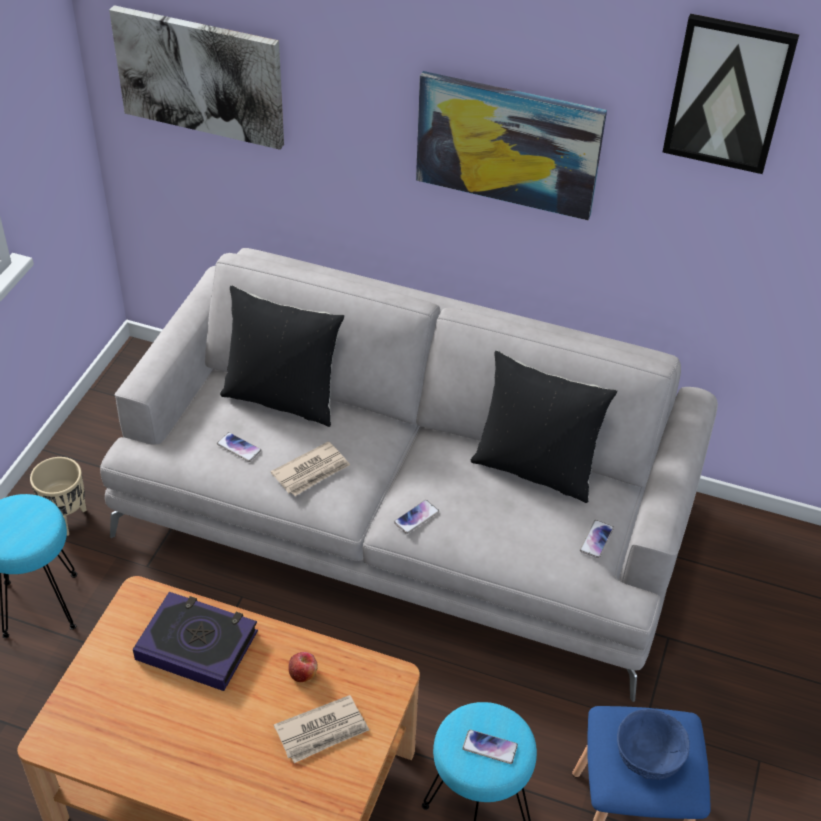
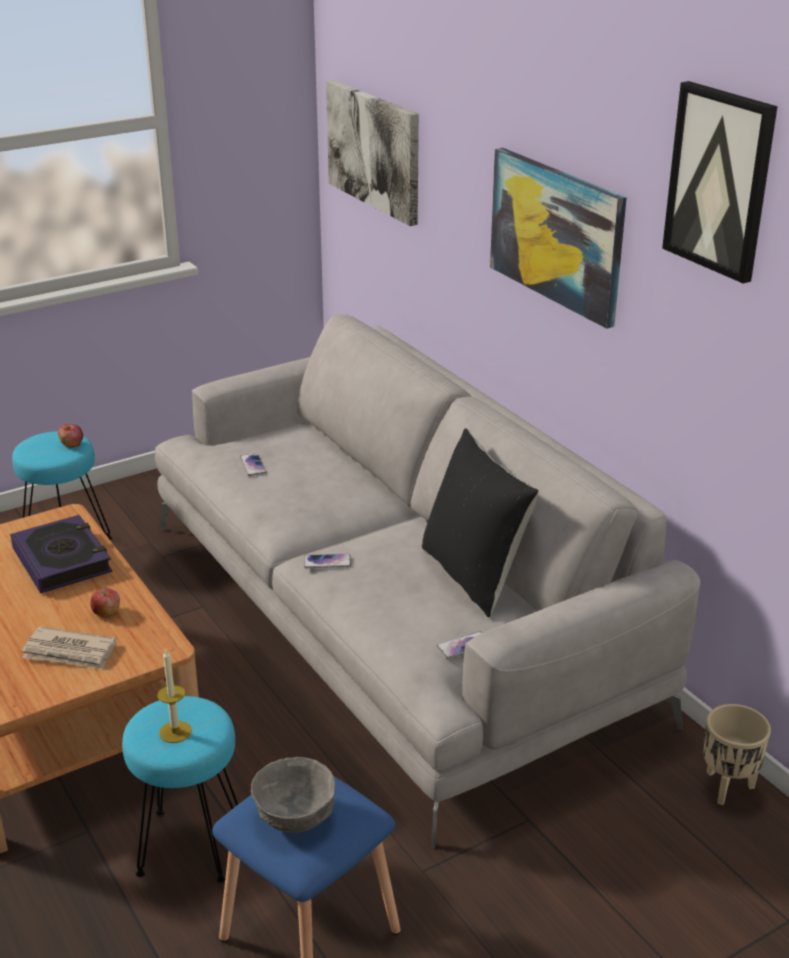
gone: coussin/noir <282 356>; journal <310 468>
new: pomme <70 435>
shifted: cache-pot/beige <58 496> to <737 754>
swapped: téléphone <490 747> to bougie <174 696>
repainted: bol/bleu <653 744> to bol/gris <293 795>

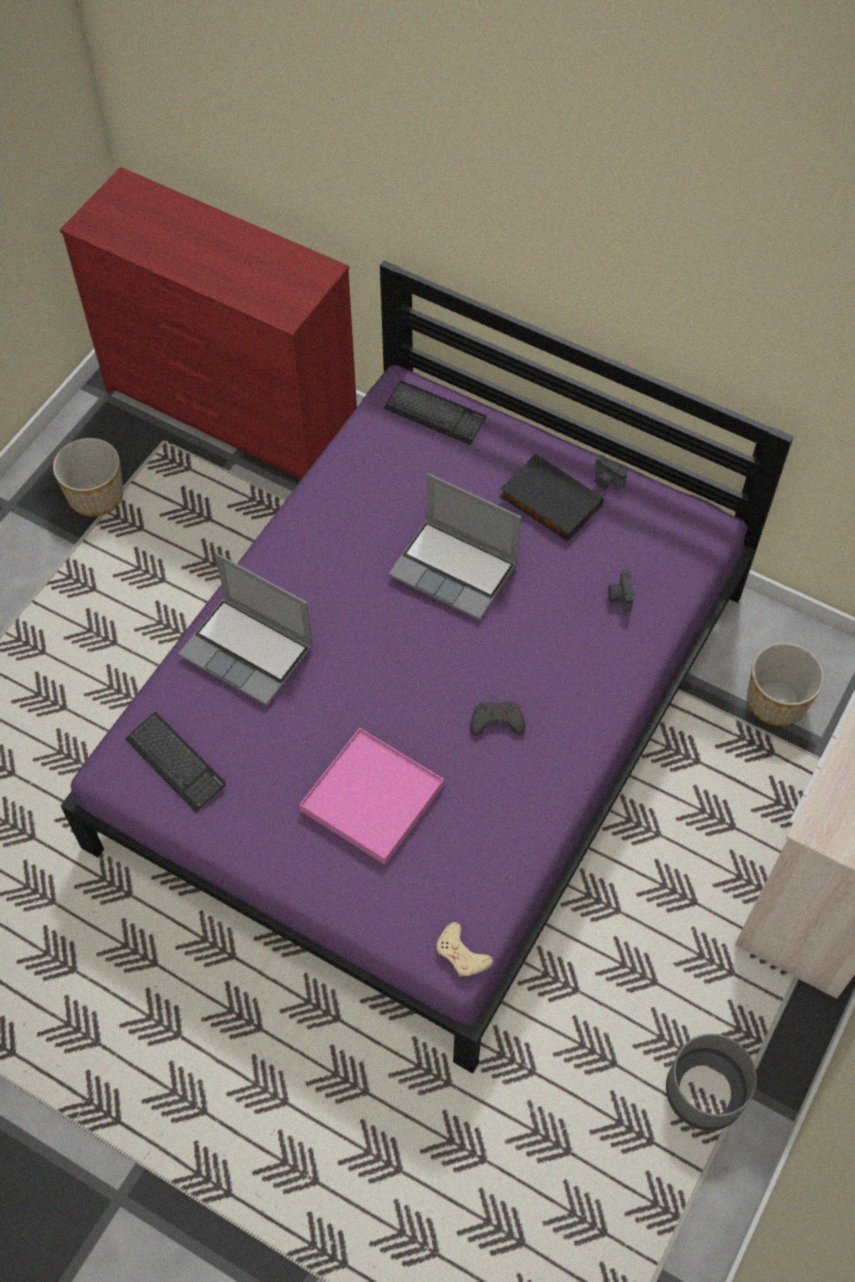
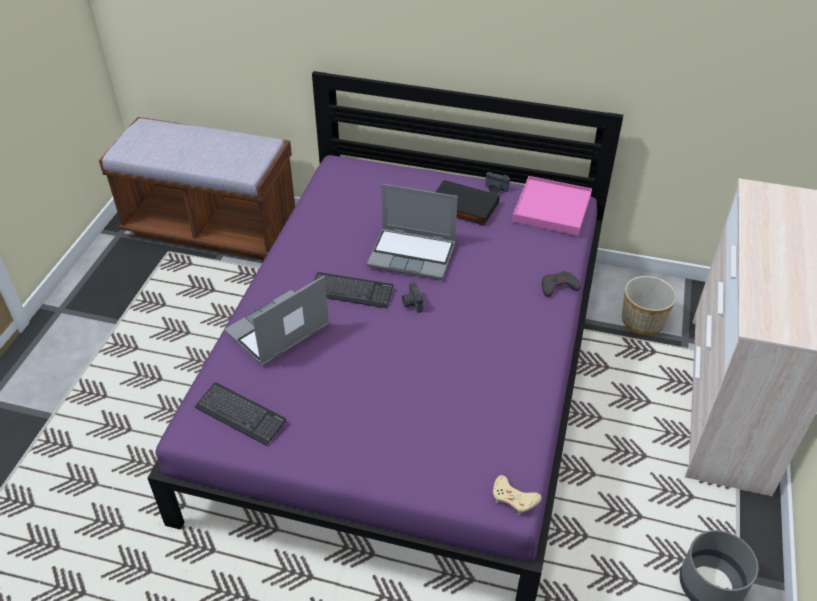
gone: cache-pot <88 477>
shifted: clavier <435 413> to <353 290>; appareil photo <621 591> to <412 297>; manette/gris <497 718> to <561 284>; plateau/rose <371 796> to <552 206>
swapped: commode/rouge <208 323> to banc/marron <197 188>
rotated: ordinateur portable <245 629> = <276 320> 120 degrees clockwise

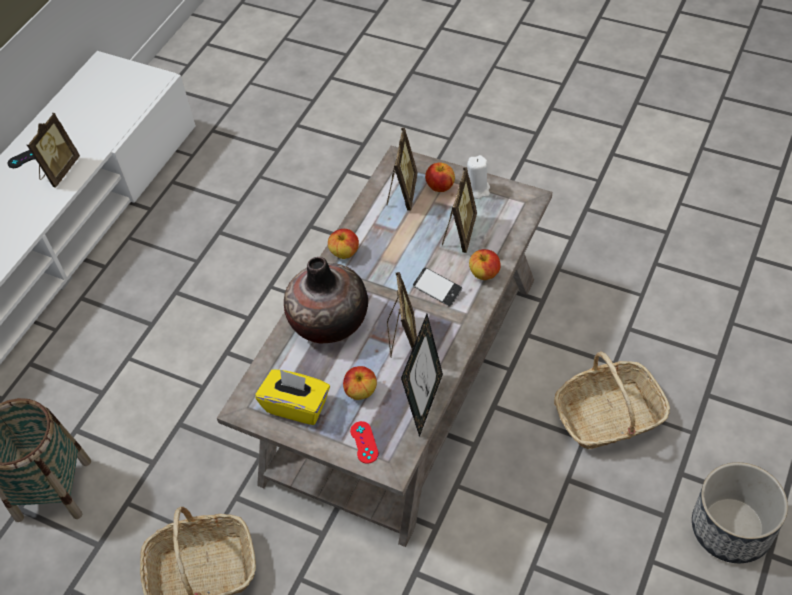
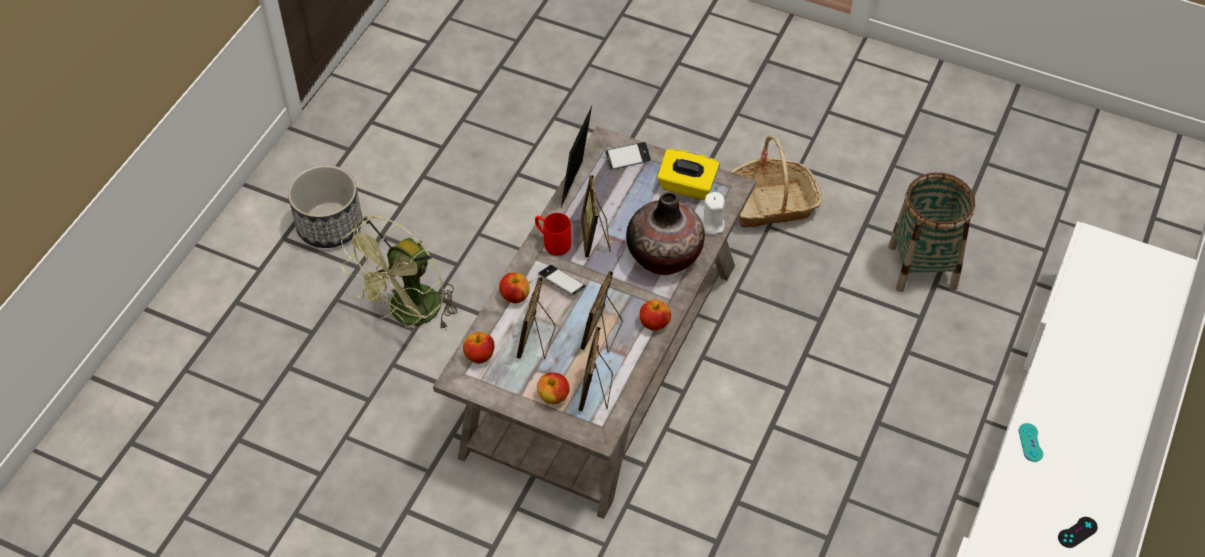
new: mug/rouge <553 234>; manette/turquoise <1031 442>
shifted: cadre photo <53 150> to <601 312>; bougie/blanc <478 177> to <712 213>; pomme <360 383> to <479 347>
swapped: panier <612 400> to ventilateur/vert <399 273>; manette/rouge <364 442> to téléphone <628 156>

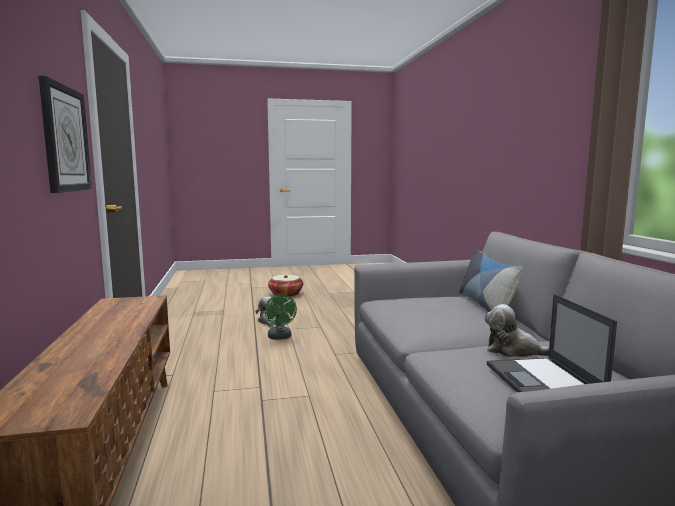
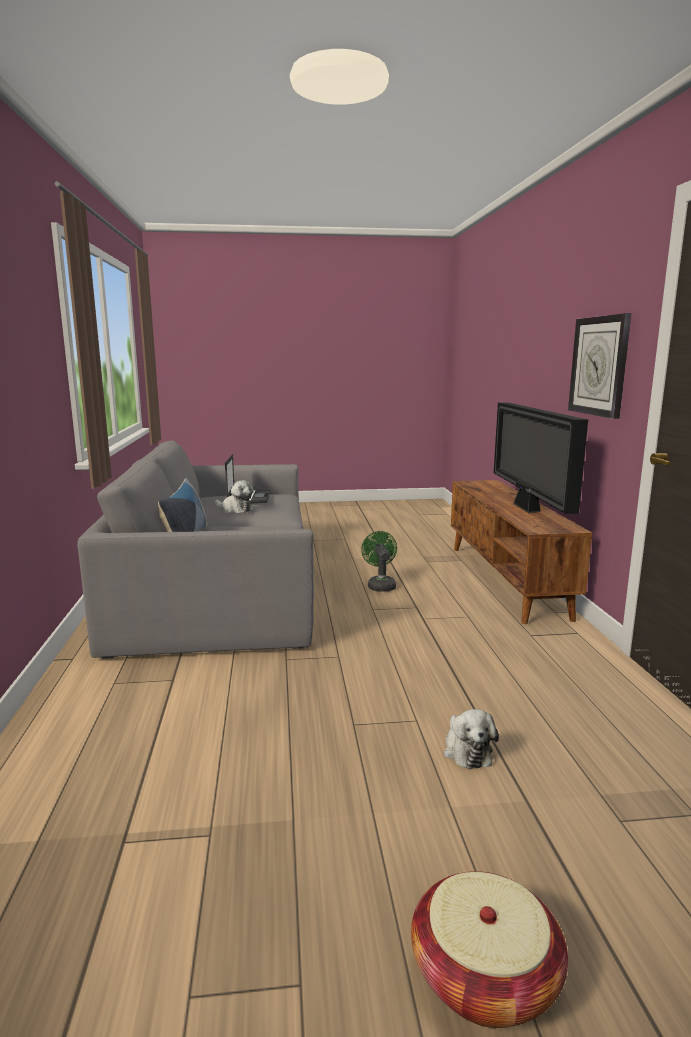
new: téléviseur <541 458>
shifted: ventilateur/vert <281 317> to <379 561>

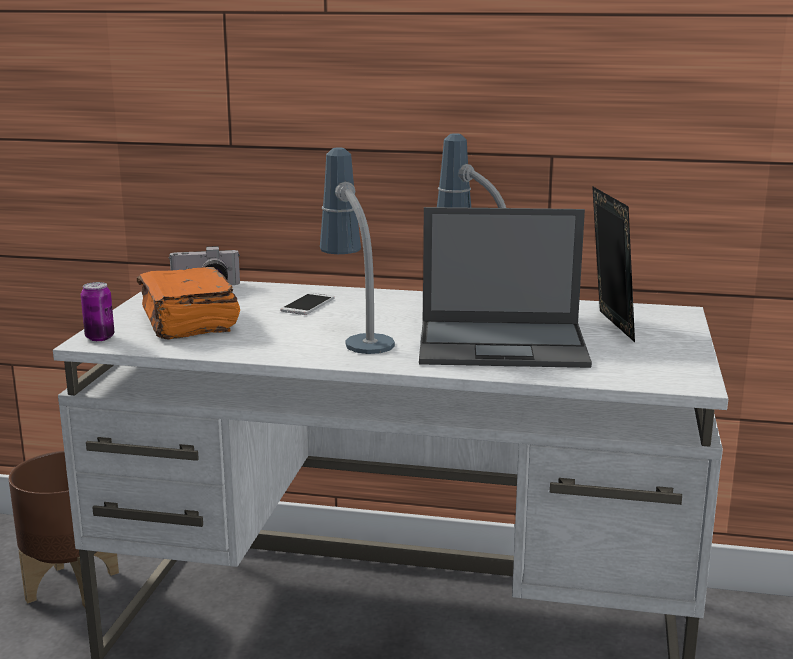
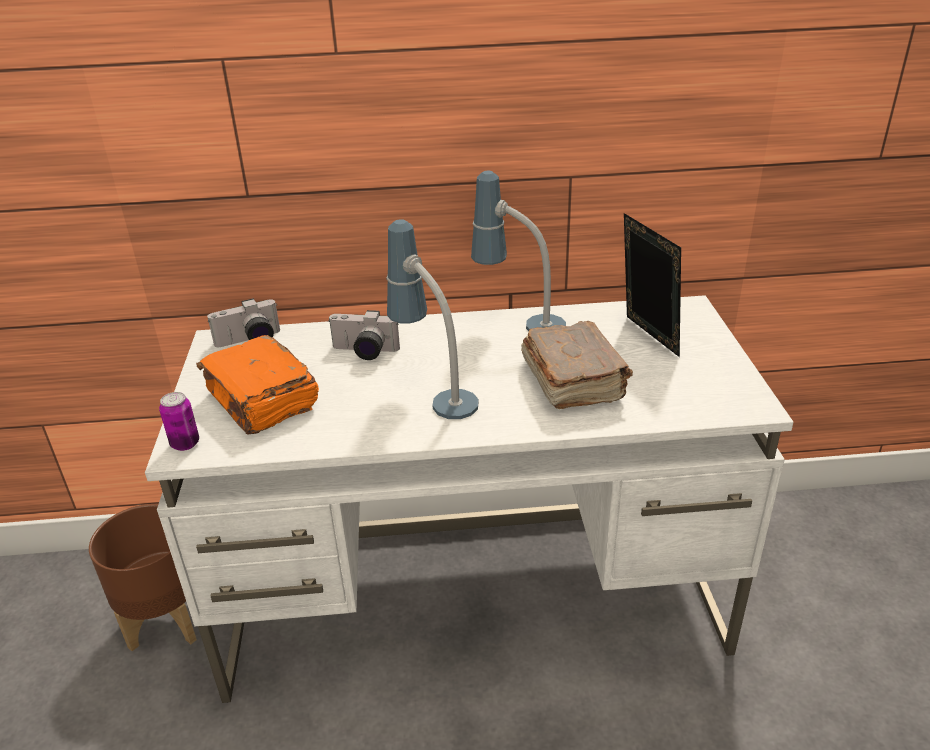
swapped: ordinateur portable <505 287> to livre/marron <577 365>; téléphone <307 304> to appareil photo <364 335>

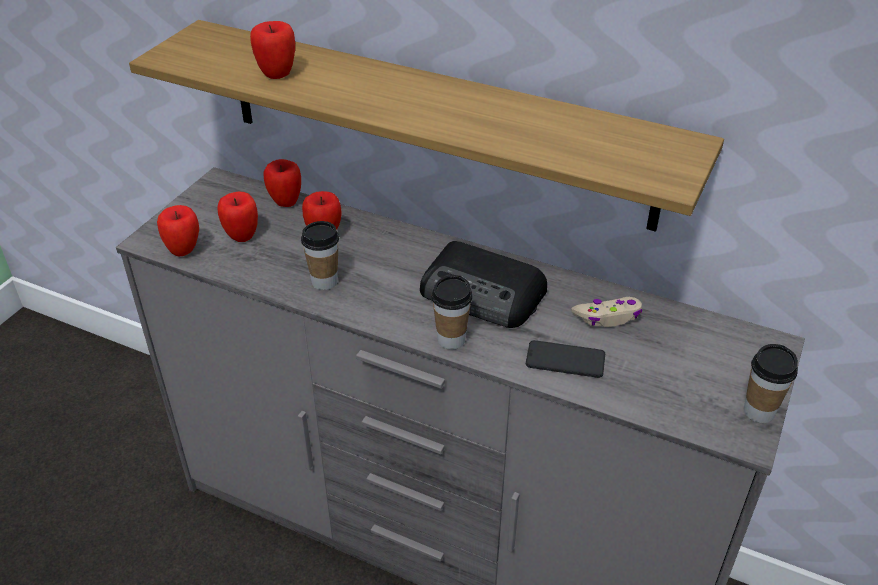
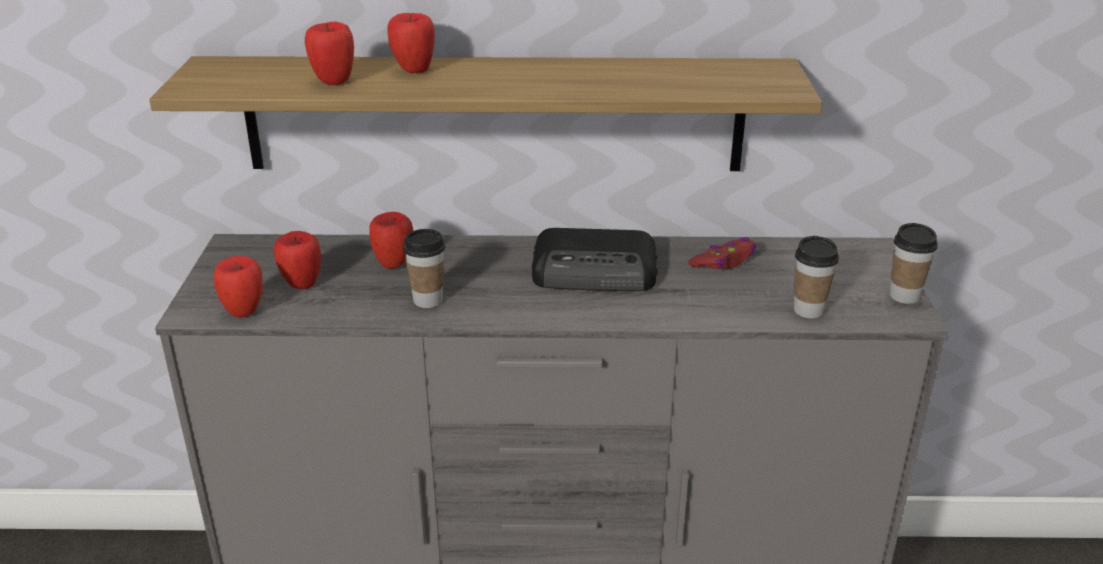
gone: téléphone <565 359>
shifted: pomme <282 183> to <411 43>; tasse <452 312> to <816 277>
repainted: manette/beige <606 312> to manette/rouge <722 253>

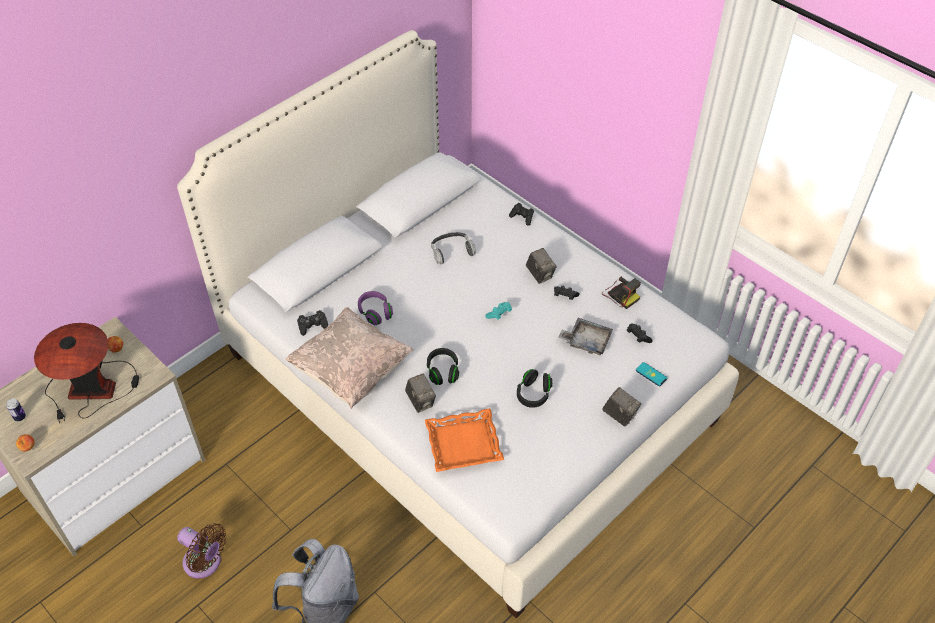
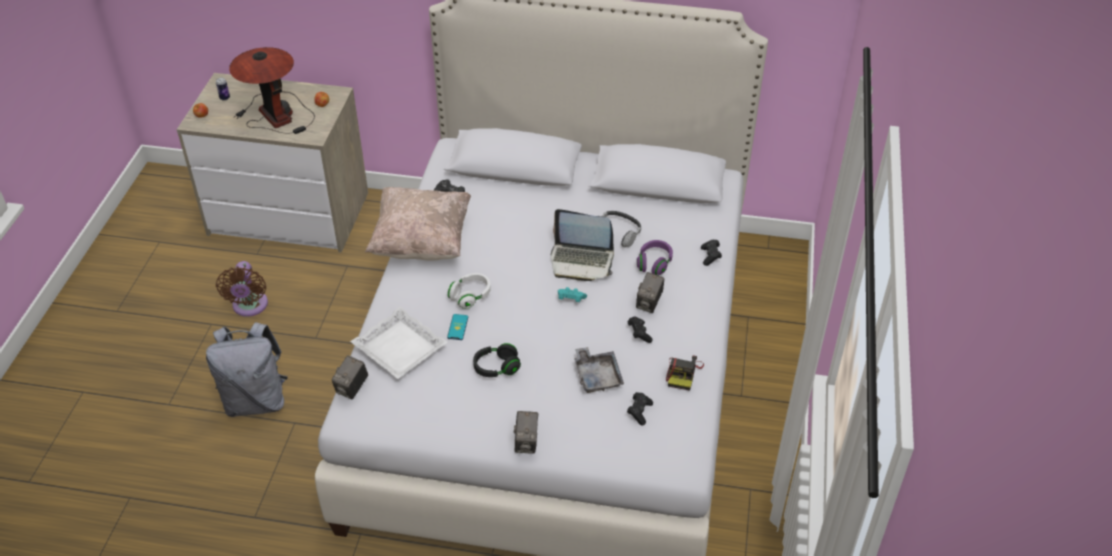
new: ordinateur portable <582 245>
shifted: casque audio/violet <375 308> to <655 258>; téléphone <651 374> to <457 327>; appareil photo <420 393> to <350 377>
repainted: casque audio/noir <443 366> to casque audio/blanc <469 291>; plateau/orange <464 440> to plateau/blanc <399 343>

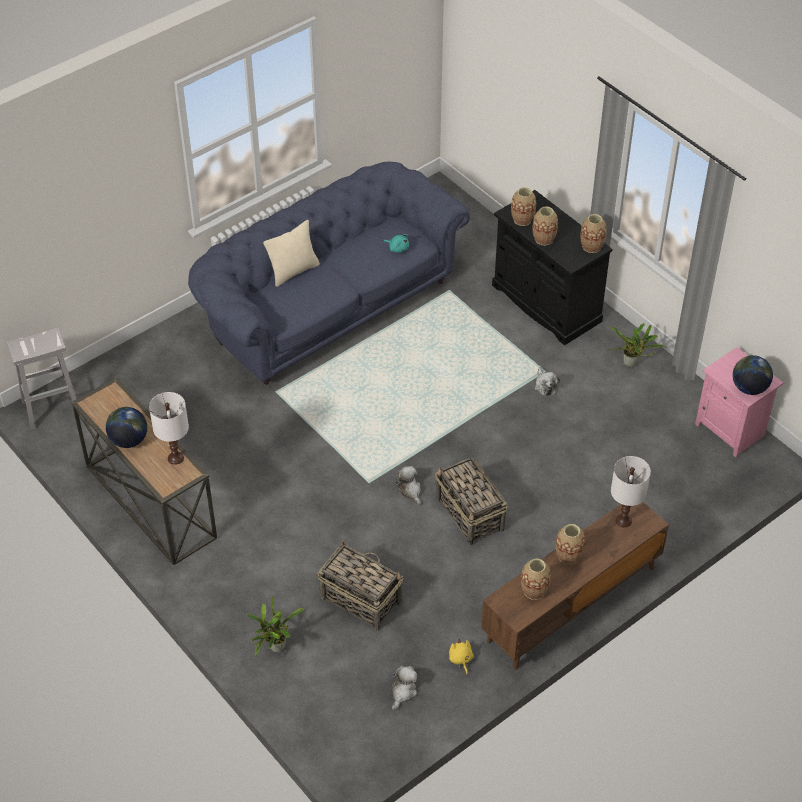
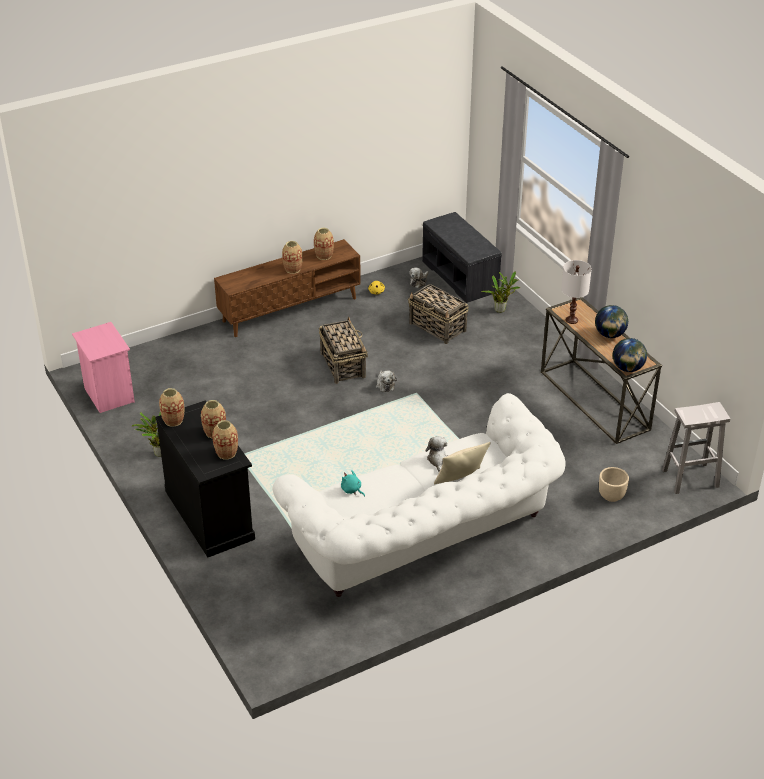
gone: lampe de table/blanc <631 491>
new: banc/gris <462 257>; cache-pot/beige <614 484>
shifted: globe <753 375> to <630 355>; peluche <547 381> to <436 454>
repainted: canapé/bleu <329 273> to canapé/blanc <419 495>

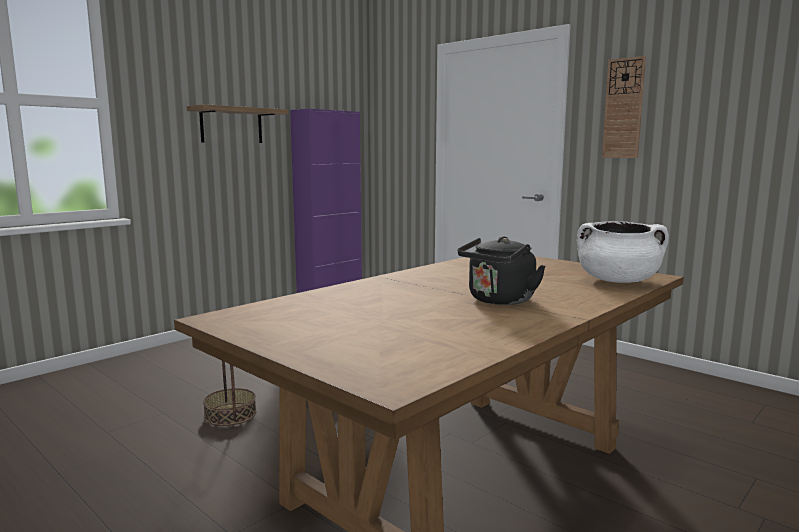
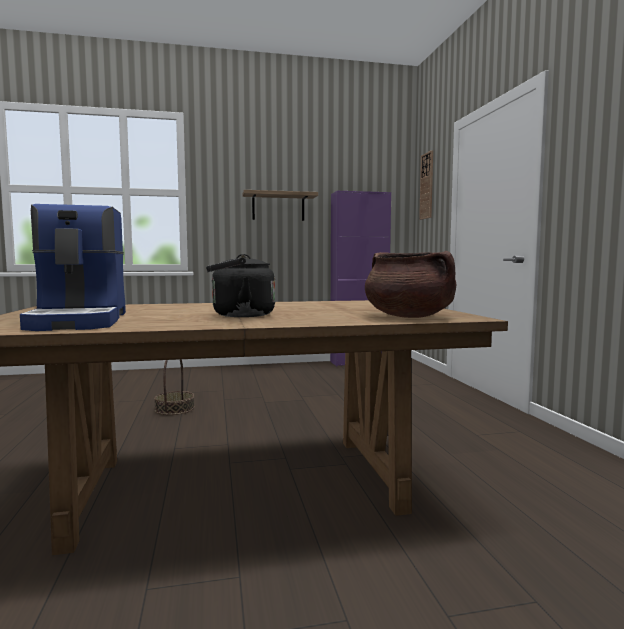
new: machine à café <73 267>
shifted: horloge murale <624 107> to <426 185>
repainted: marmite/blanc <623 252> to marmite/marron <410 284>

